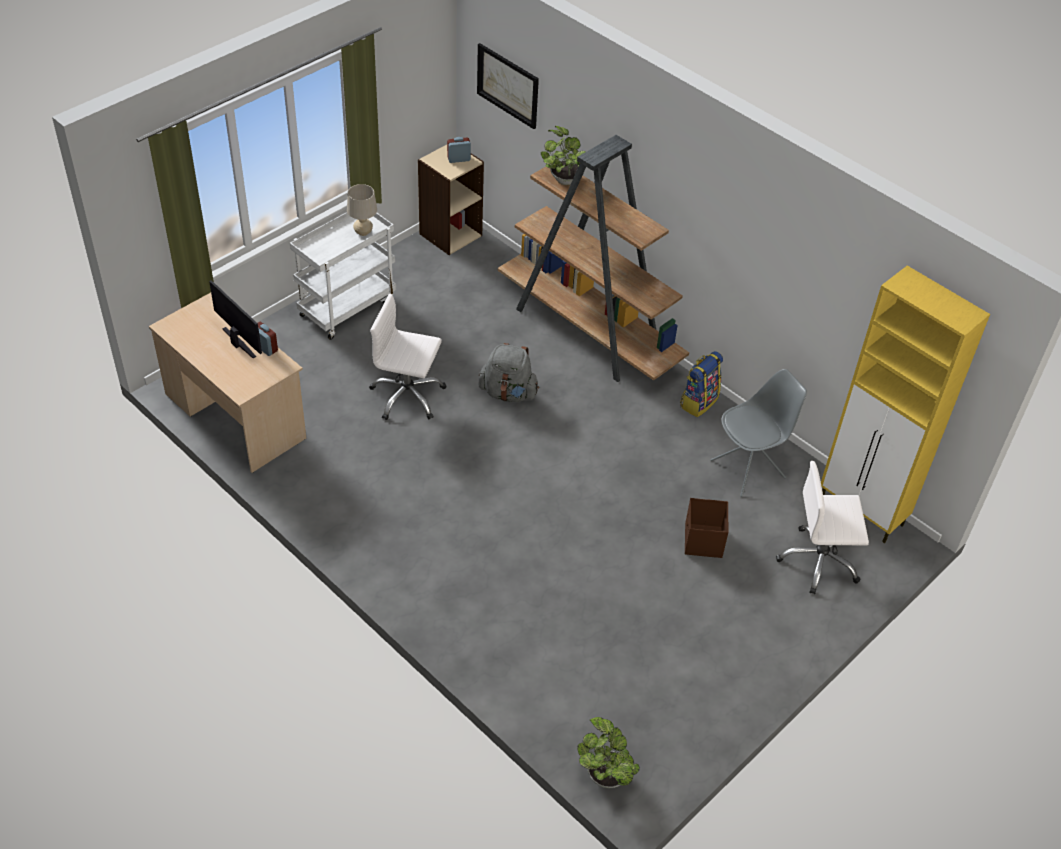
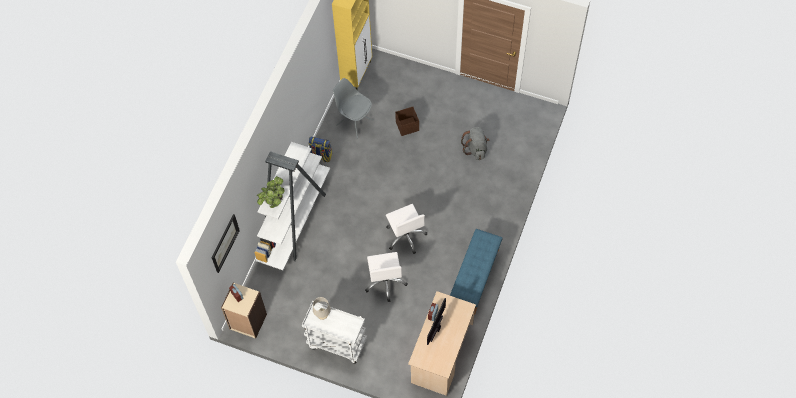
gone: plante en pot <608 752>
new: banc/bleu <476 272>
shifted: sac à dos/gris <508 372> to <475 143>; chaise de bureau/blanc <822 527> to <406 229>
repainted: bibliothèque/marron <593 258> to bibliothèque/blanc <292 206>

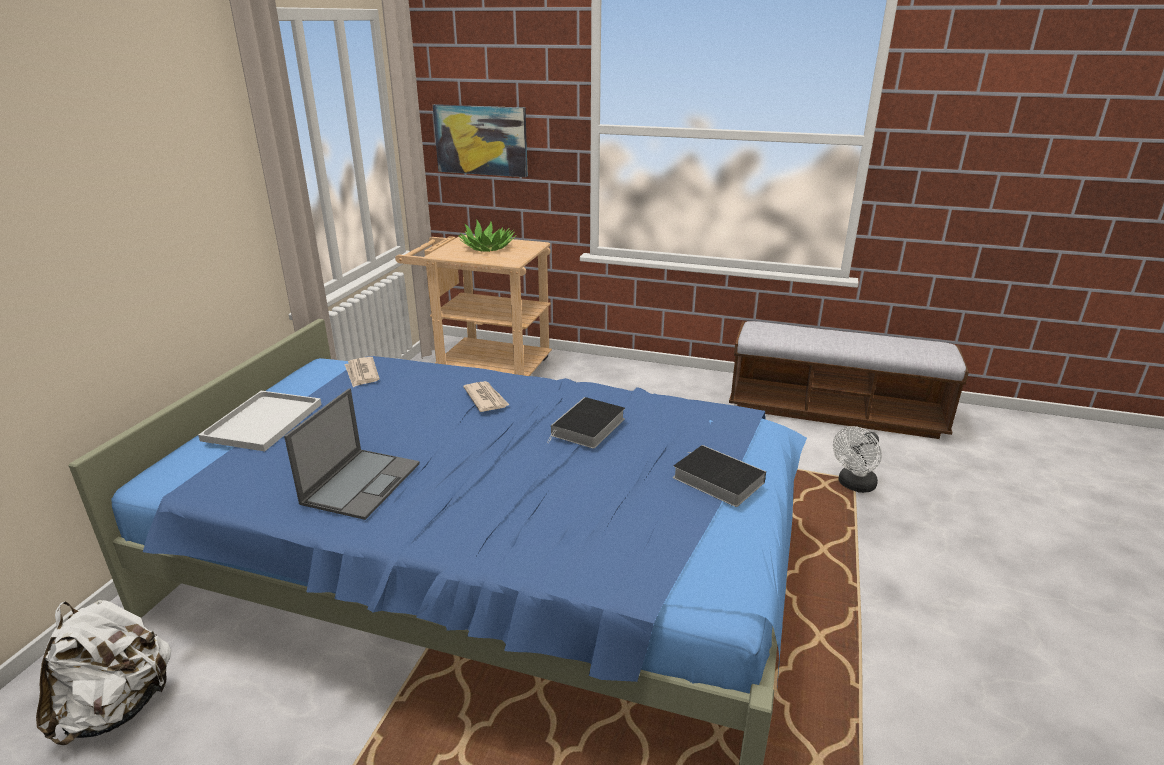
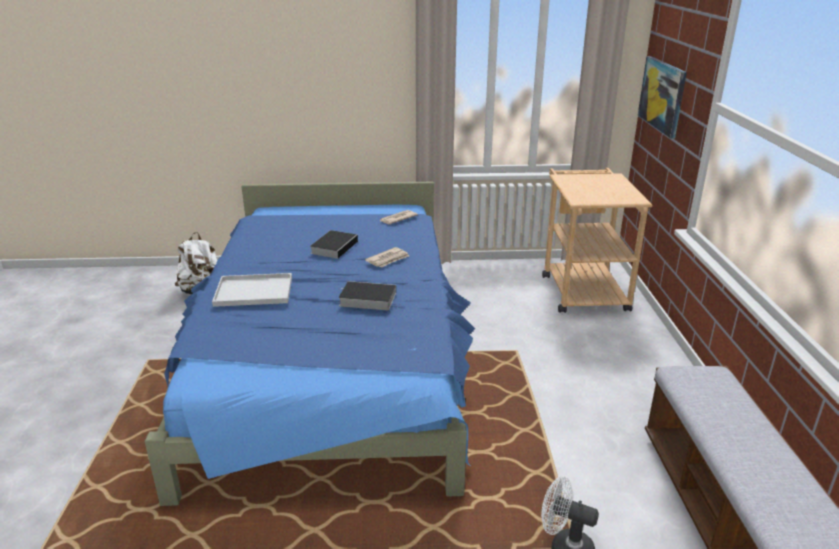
gone: plante en pot <487 235>; ordinateur portable <352 454>
shifted: plateau/blanc <260 421> to <252 290>; livre <719 476> to <334 244>

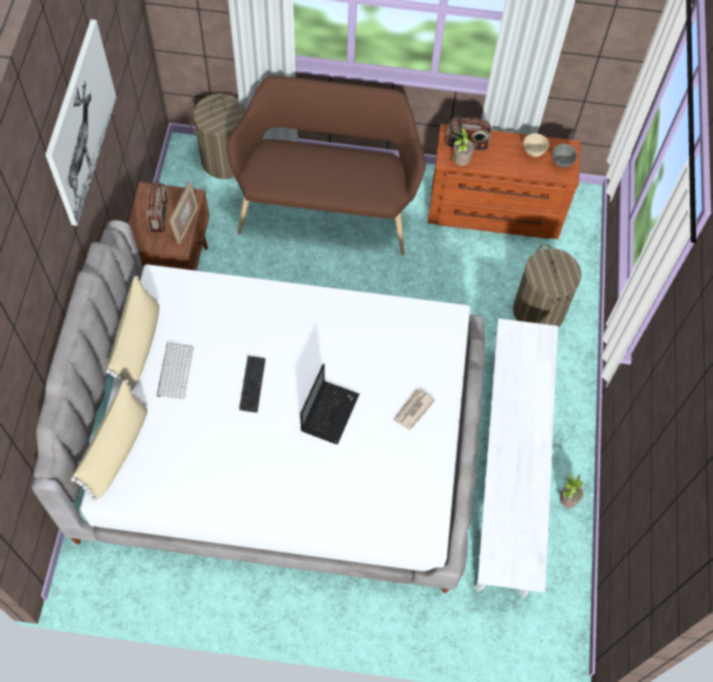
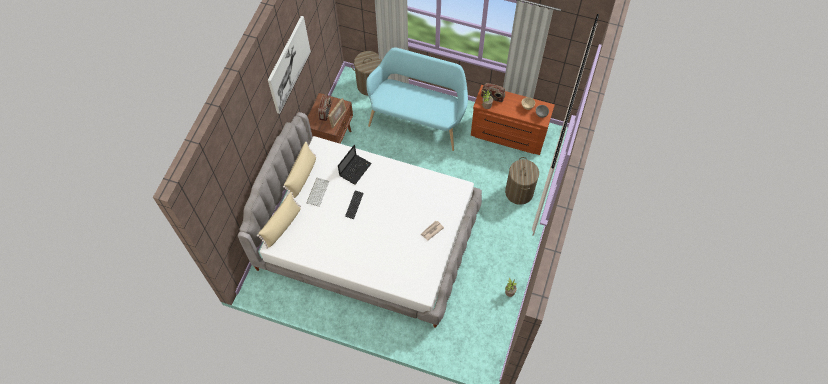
gone: banc/blanc <516 458>
shifted: ordinateur portable <329 404> to <355 164>
repainted: banc/marron <326 165> to banc/turquoise <417 99>

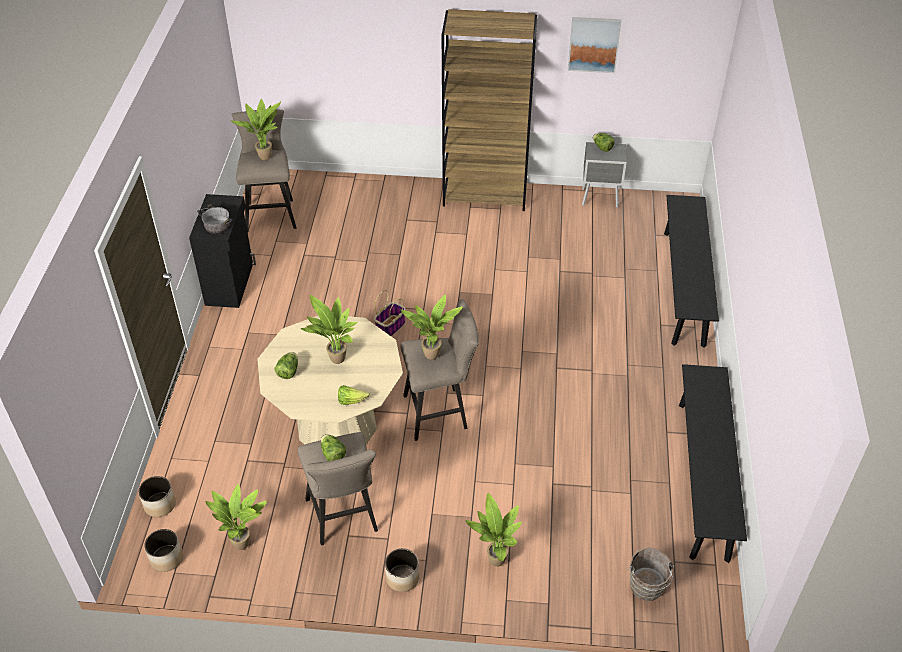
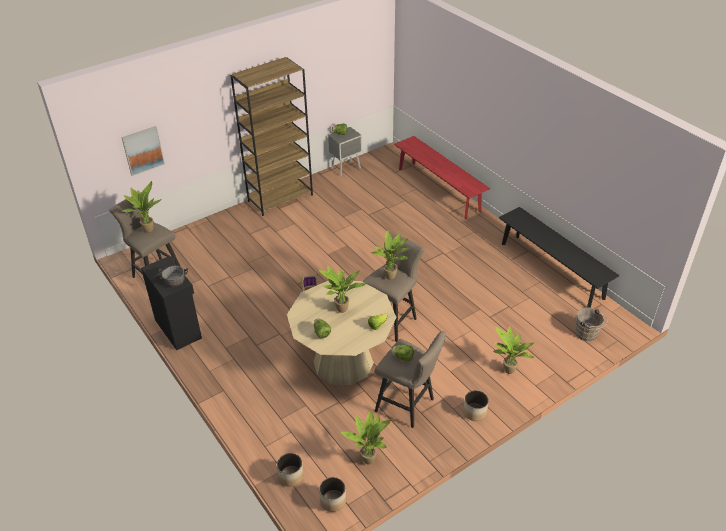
shifted: tableau <595 45> to <143 151>
repainted: banc/noir <691 271> to banc/rouge <442 177>

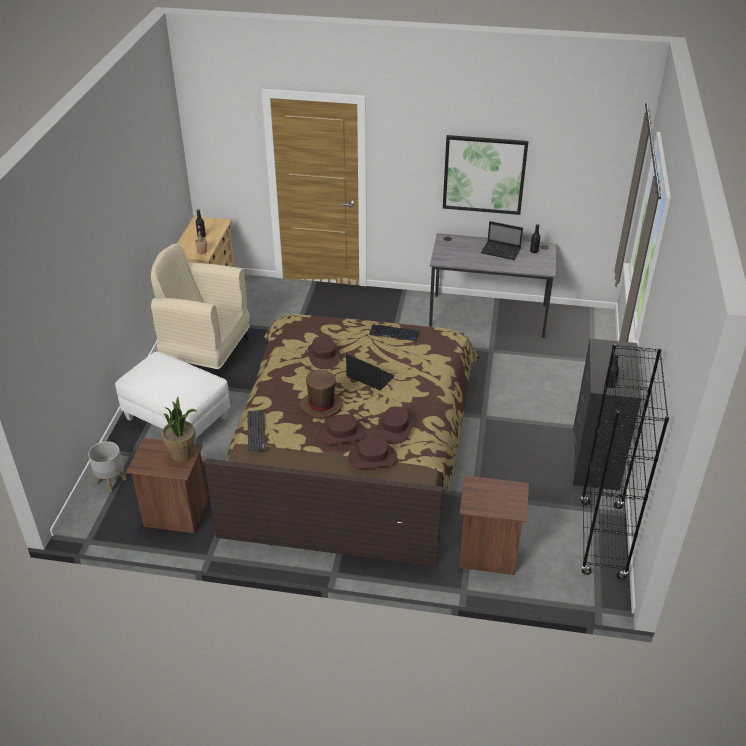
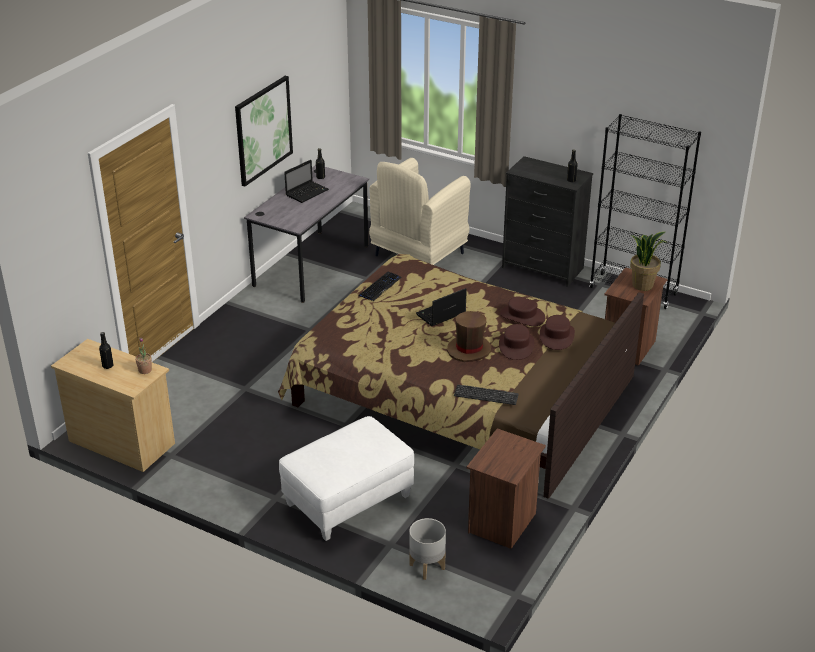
gone: chapeau/marron <324 352>
shifted: fauteuil/beige <200 310> to <420 211>; plante en pot <179 429> to <648 261>

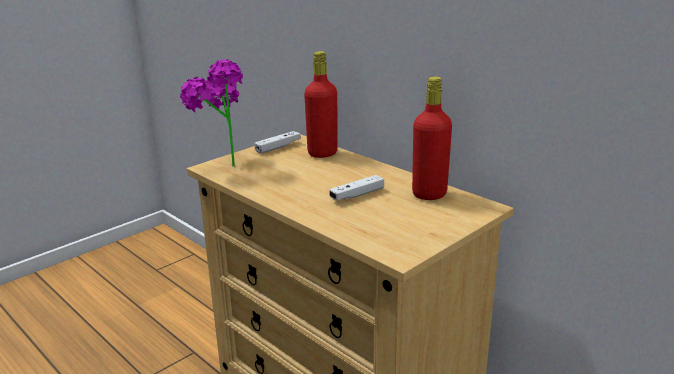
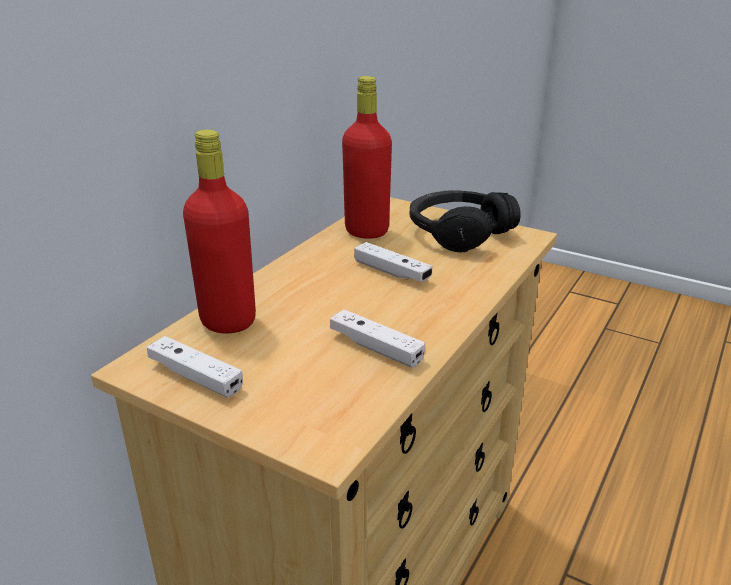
gone: plante en pot <211 112>
new: casque audio/noir <465 221>; manette/blanc <377 338>

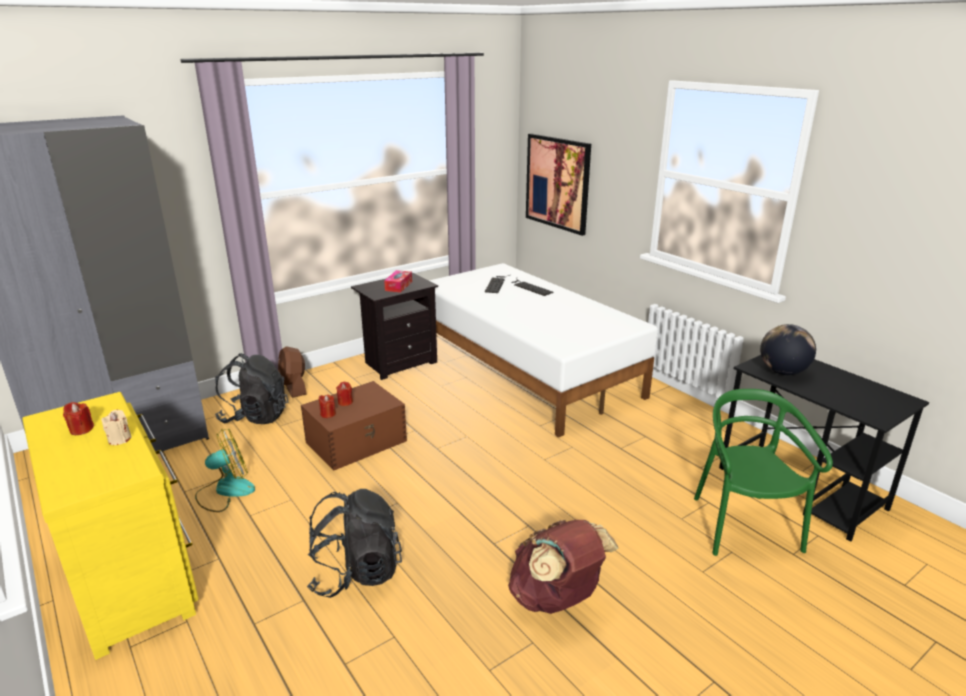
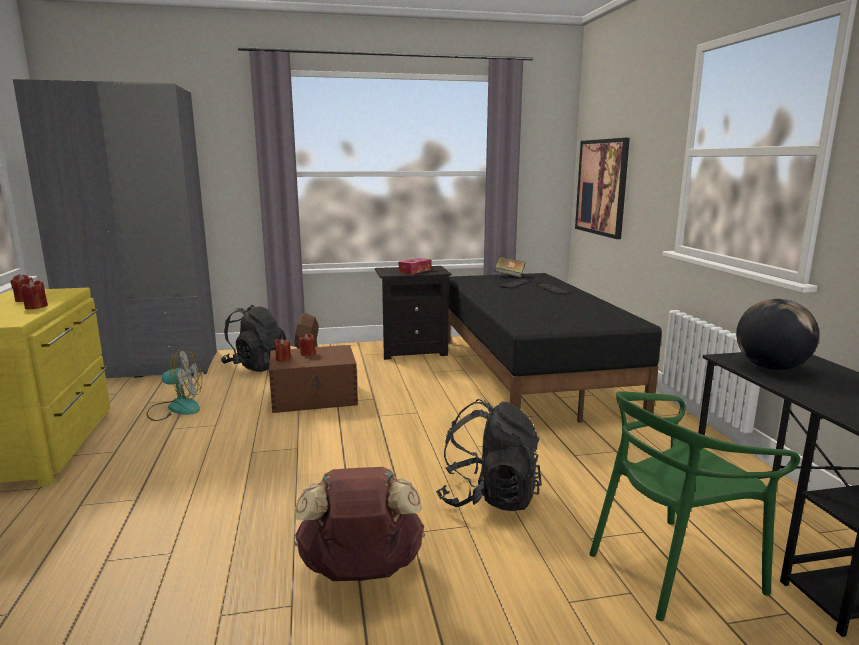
new: livre <510 267>
shifted: sac à dos/noir <354 543> to <488 455>
repainted: lit/blanc <543 350> to lit/noir <555 348>; bougie/beige <116 427> to bougie/rouge <34 294>
rotated: chaise/vert <763 472> = <694 506> 135 degrees counterclockwise

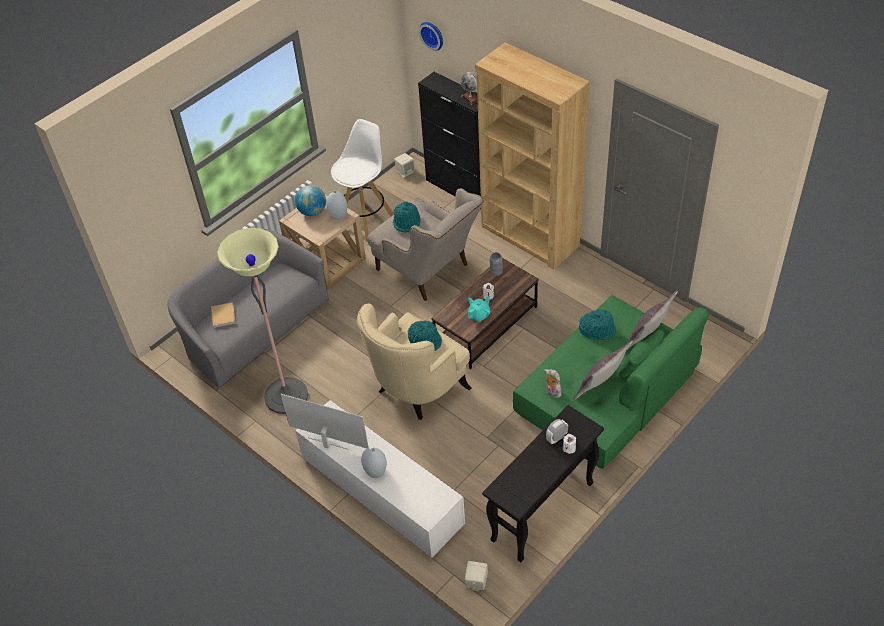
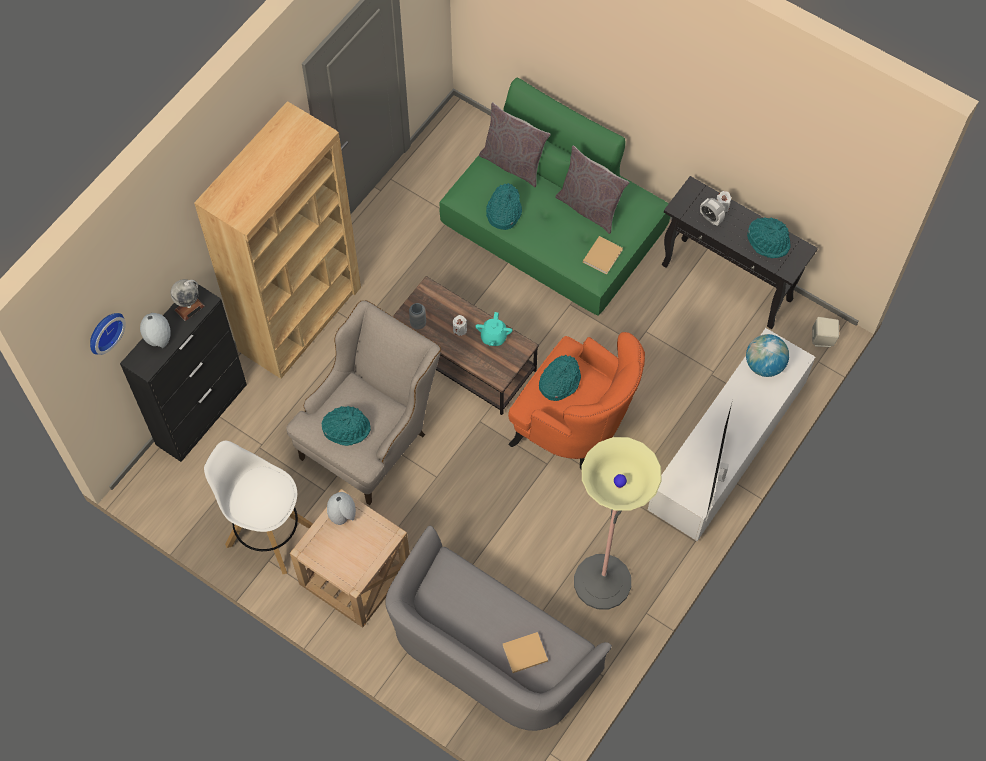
gone: enceinte/beige <404 165>
new: chapeau/turquoise <769 237>
shifted: globe <310 200> to <767 355>; vase/gris <374 463> to <155 330>
swapped: peluche <553 383> to livre/beige <603 255>
repainted: fauteuil/beige <413 362> to fauteuil/orange <576 401>
rotated: théière/turquoise <478 309> = <493 329> 120 degrees counterclockwise

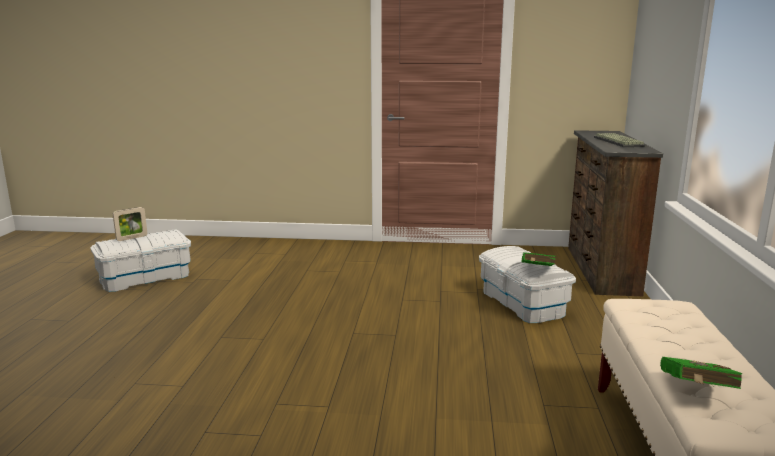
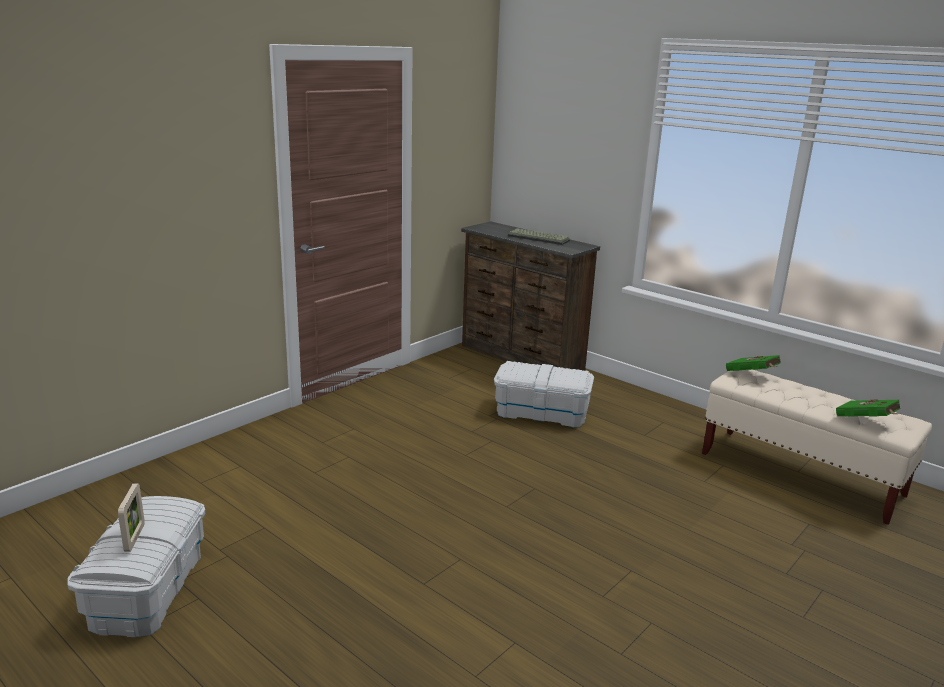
shifted: livre/vert <538 259> to <753 363>

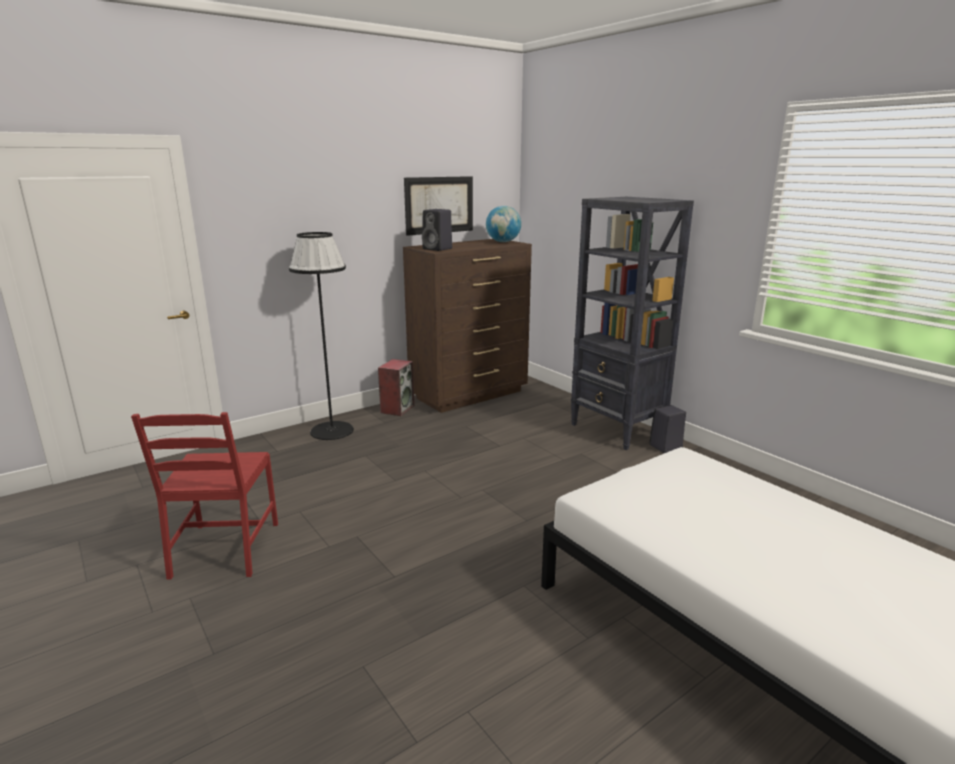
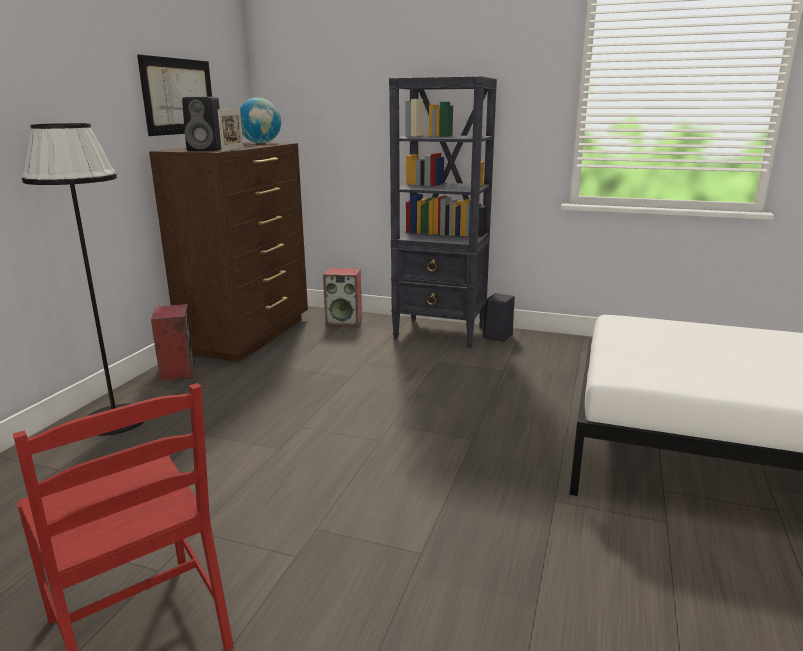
new: cadre photo <231 130>; enceinte <342 297>

